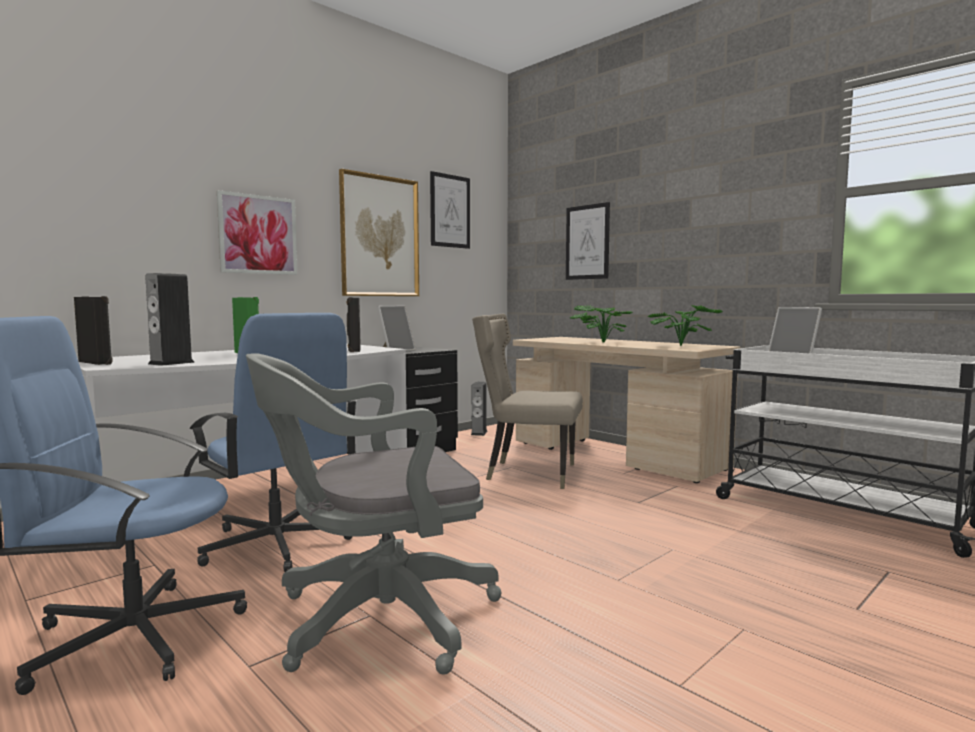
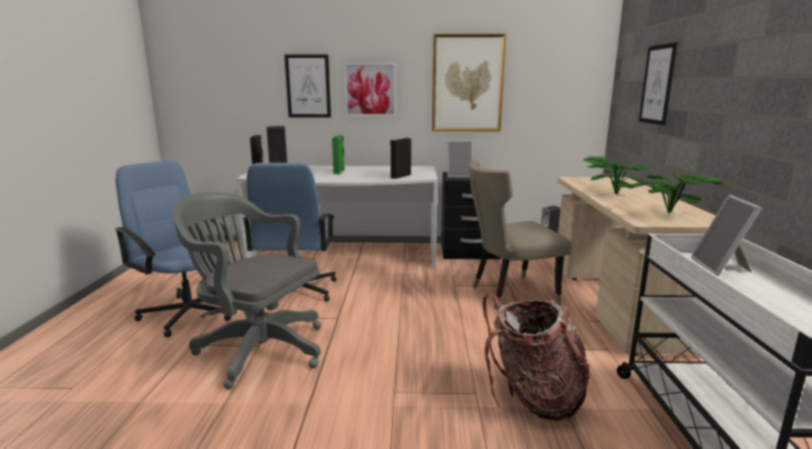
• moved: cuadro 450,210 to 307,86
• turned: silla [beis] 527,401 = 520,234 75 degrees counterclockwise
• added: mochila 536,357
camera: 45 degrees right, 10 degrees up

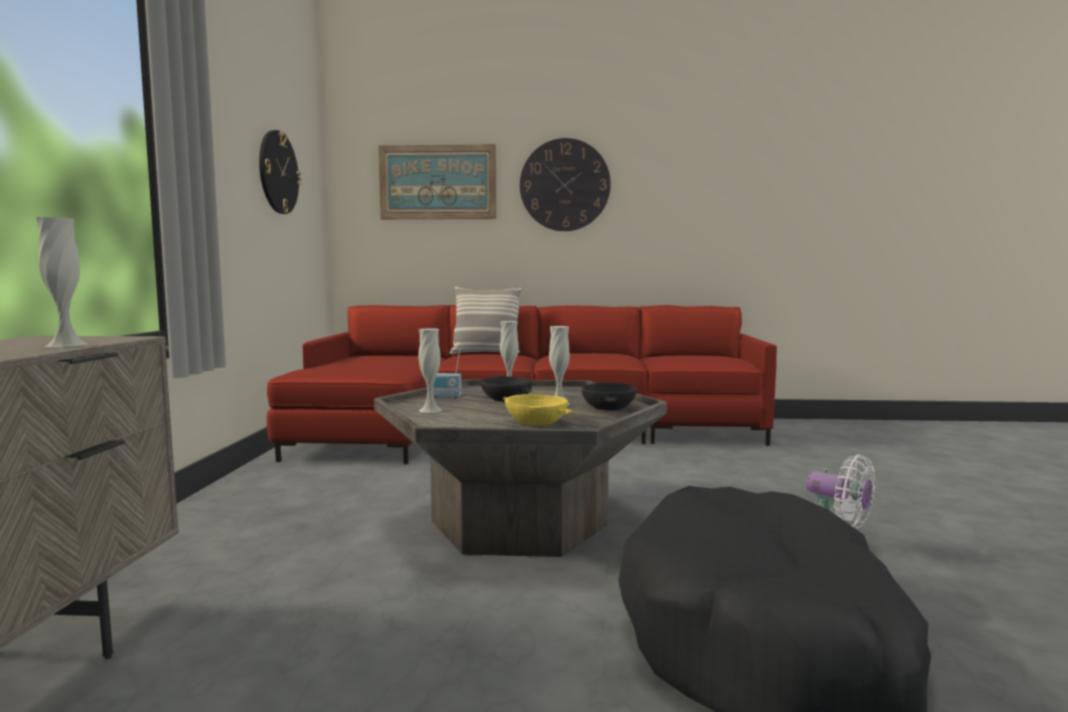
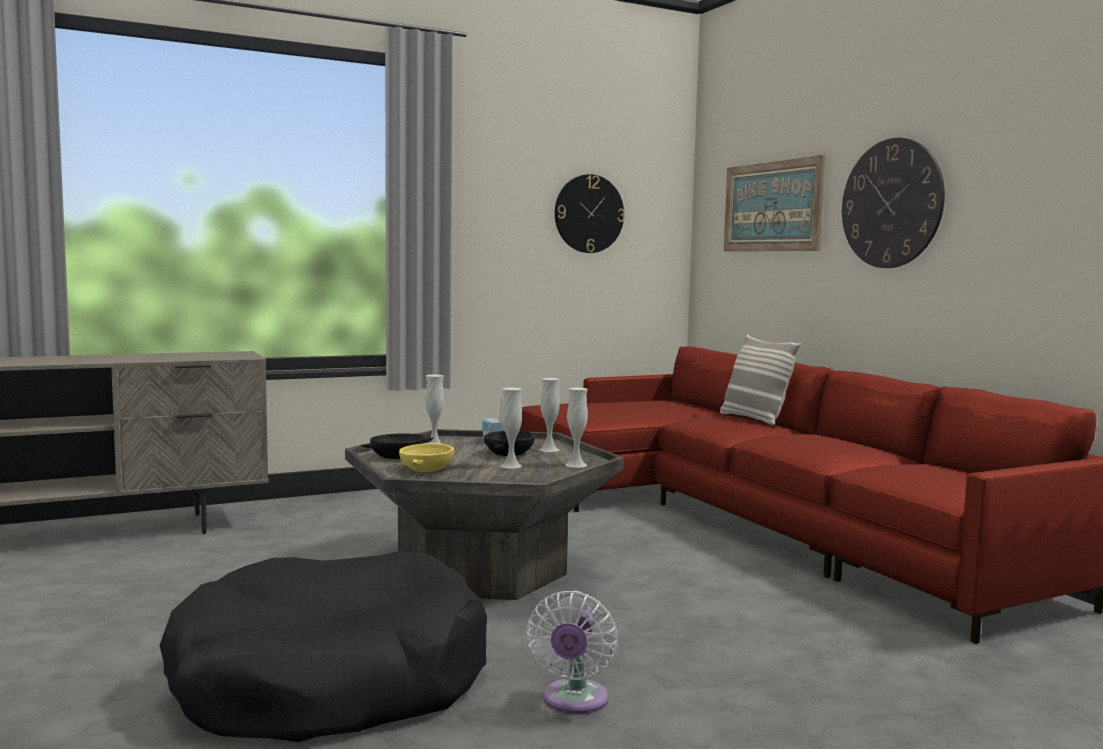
• moved: florero [blanco] 62,282 to 577,427
• moved: cuenco [negro] 609,396 to 397,446
camera: 60 degrees right, 0 degrees up

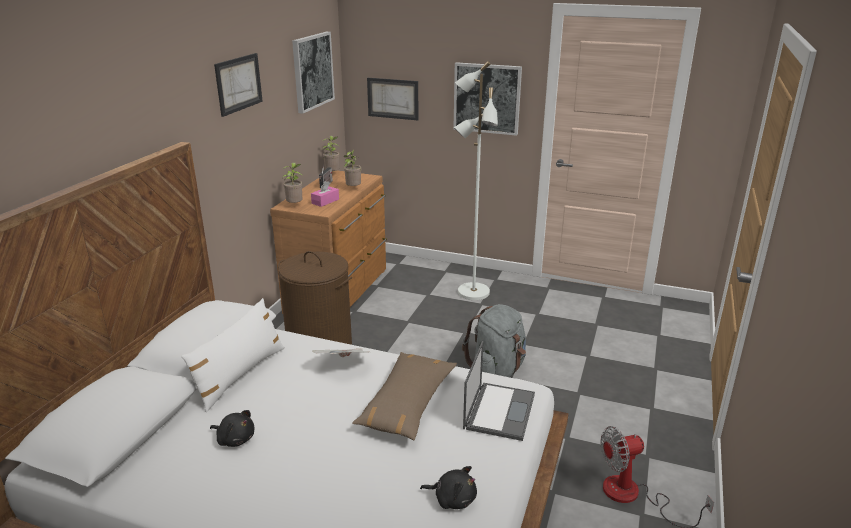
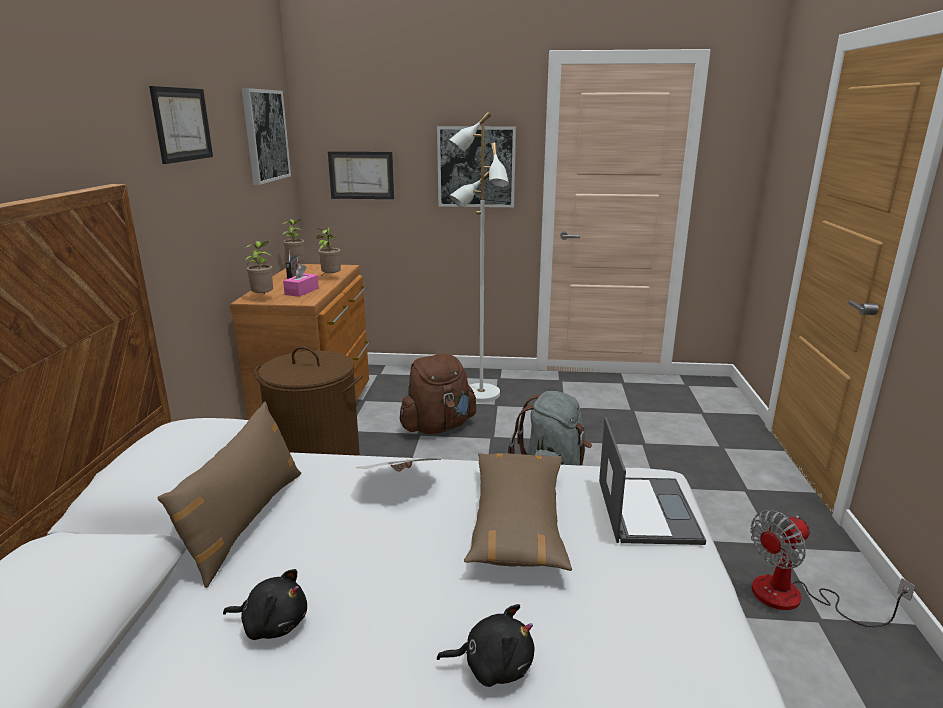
• recoloured: cojín [blanco] 233,355 to cojín [marrón] 229,495
• moved: peluche [negro] 448,487 to 485,645
• added: mochila [marrón] 438,394
camera: 15 degrees left, 5 degrees down

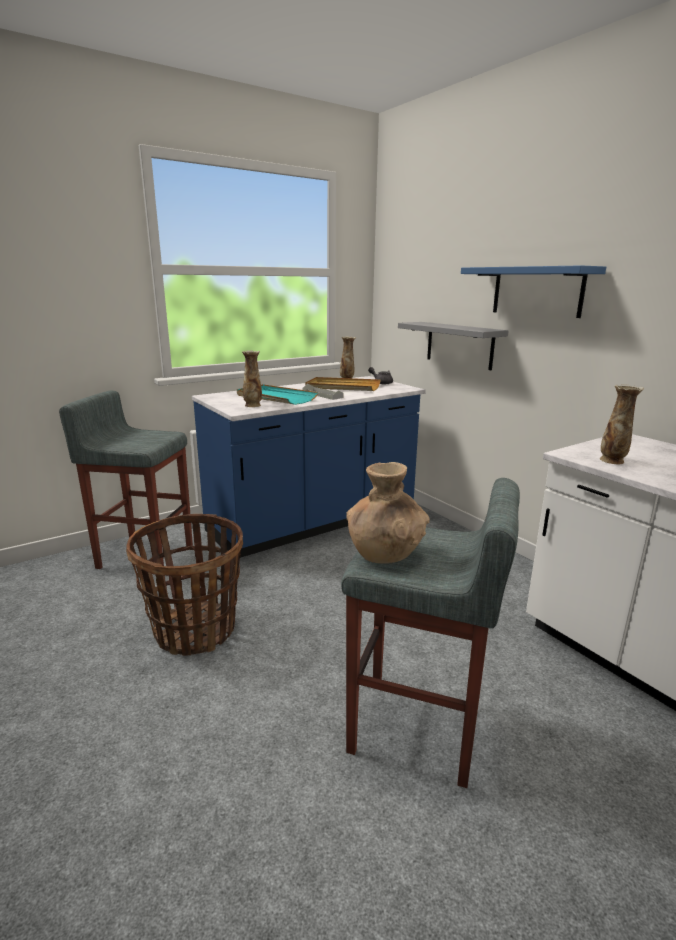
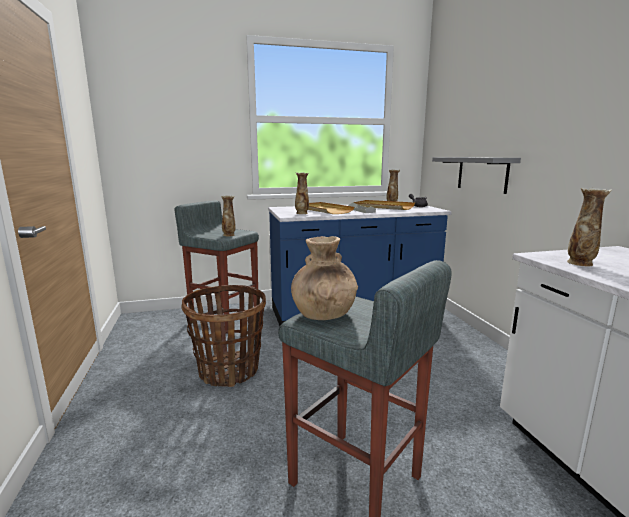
• removed: estante [azul] 533,291
• recoloured: bandeja [turquesa] 277,394 to bandeja [beis] 331,208
• added: florero 228,215
camera: 20 degrees right, 5 degrees down

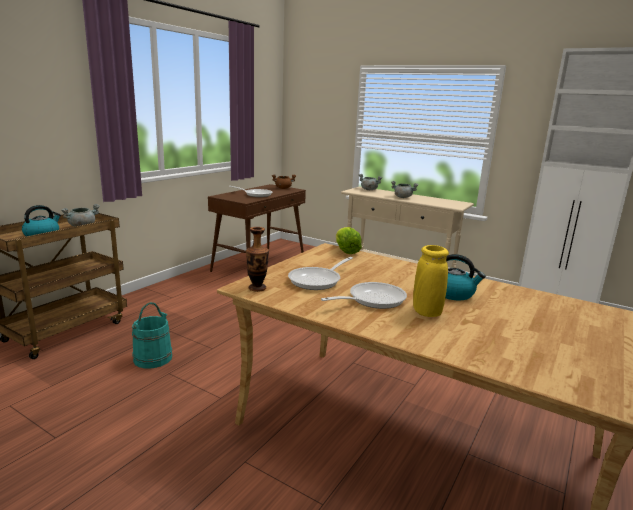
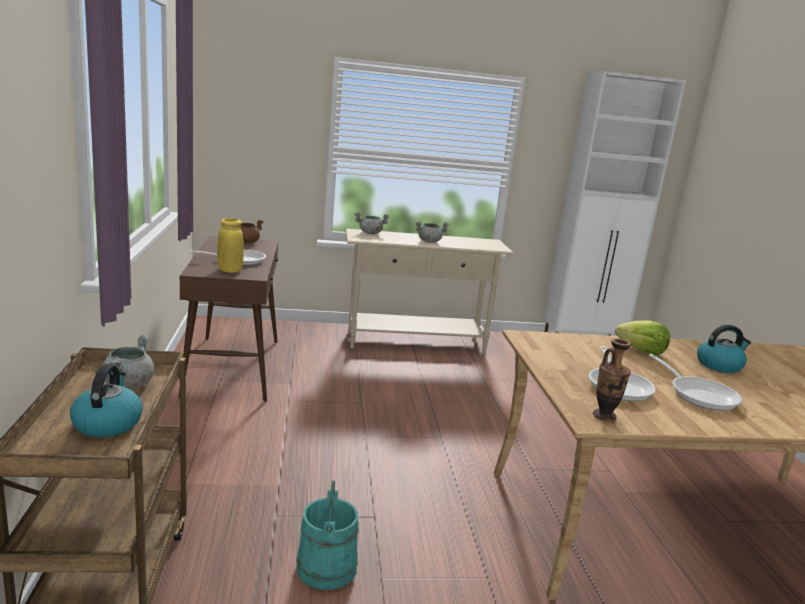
• moved: lechuga 349,240 to 642,338
• moved: florero [amarillo] 431,281 to 230,245
• turned: sartén 364,295 = 695,382 135 degrees clockwise
camera: 40 degrees left, 0 degrees up

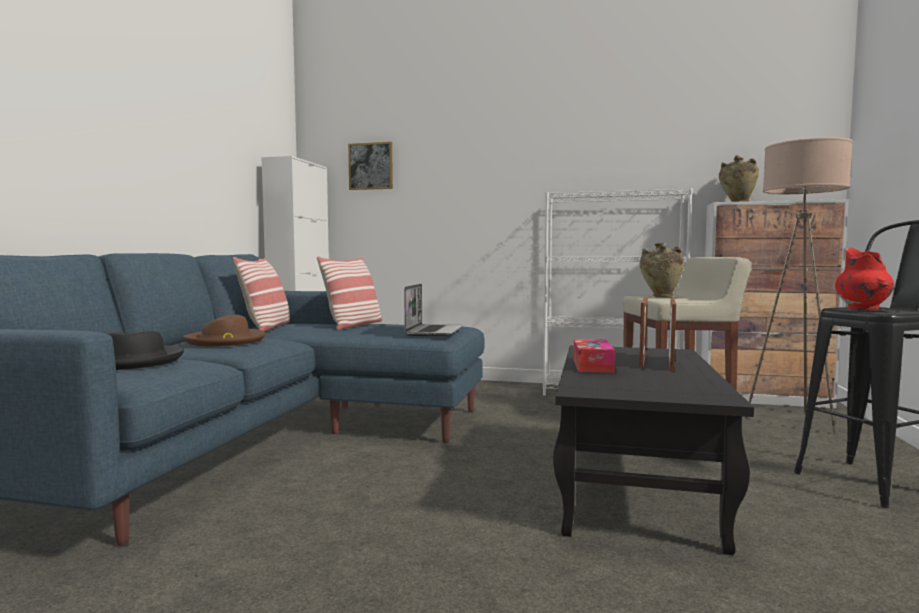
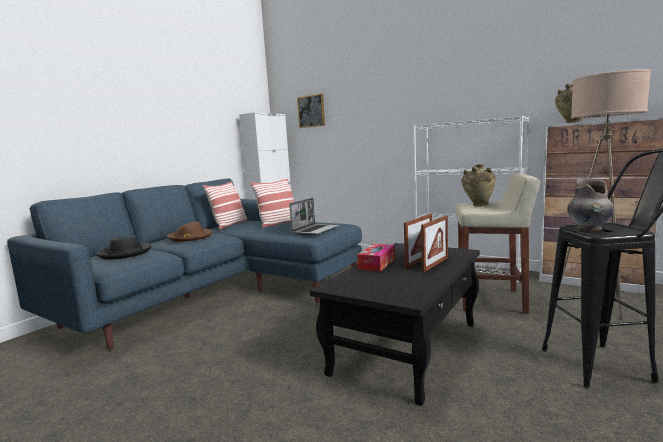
• recoloured: florero [rojo] 864,279 to florero [gris] 590,204
camera: 20 degrees right, 5 degrees up

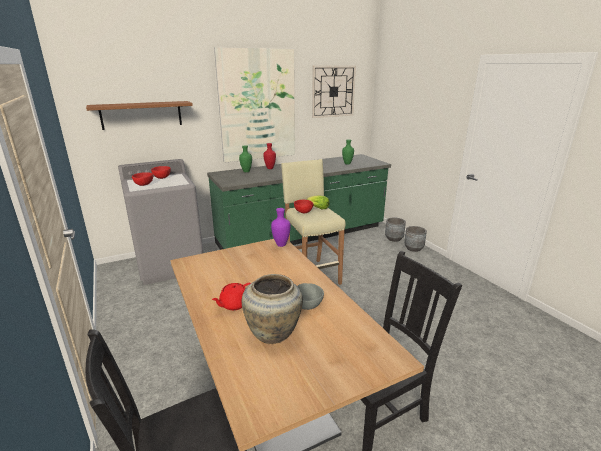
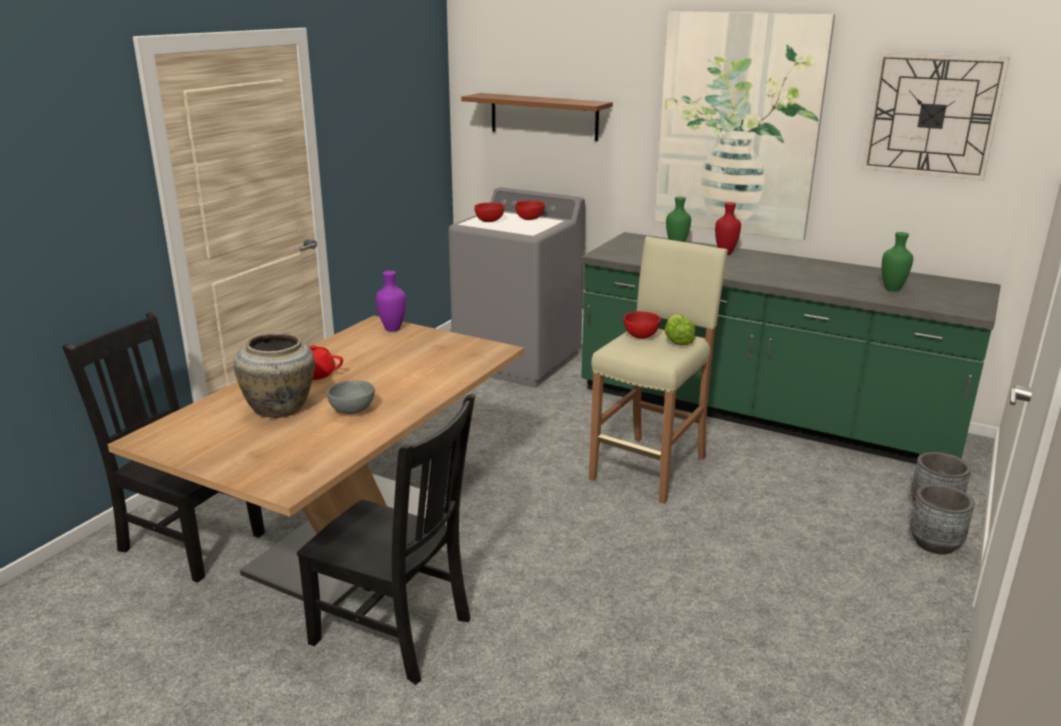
• moved: florero [morado] 281,227 to 391,301
camera: 55 degrees right, 0 degrees up

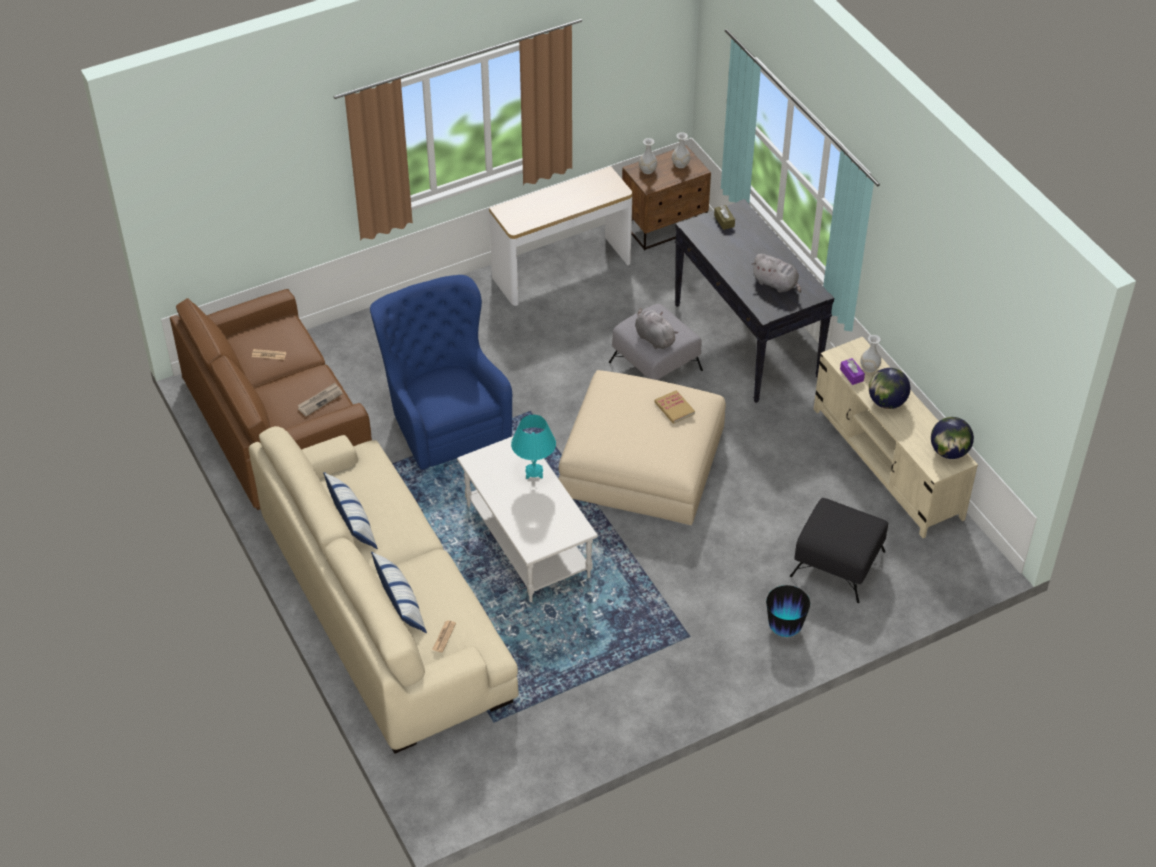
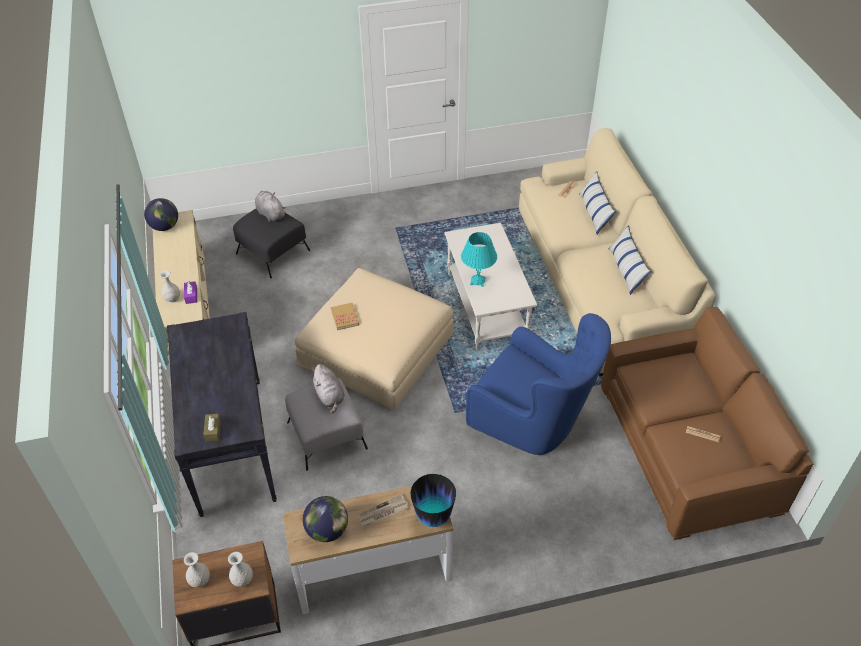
• moved: peluche [gris] 776,273 to 270,206
• turned: sillón [azul] 441,372 = 538,384 45 degrees counterclockwise
• moved: globo terráqueo 889,388 to 325,519
• moved: periódico 320,400 to 383,510
• moved: florero 788,611 to 433,500
camera: 165 degrees left, 0 degrees up

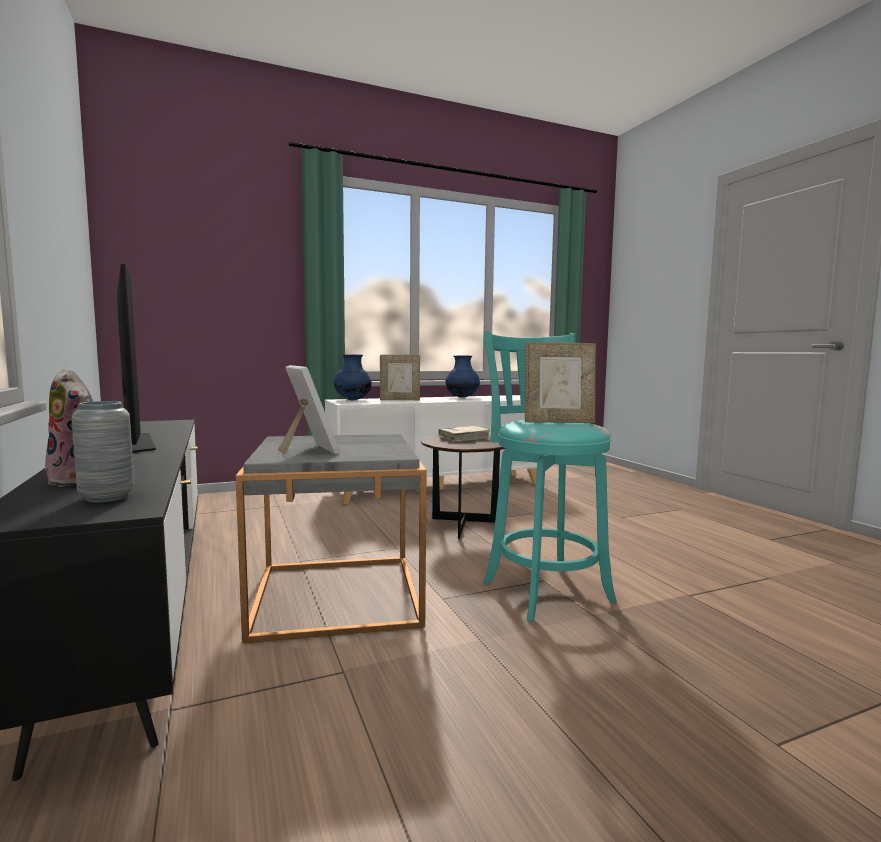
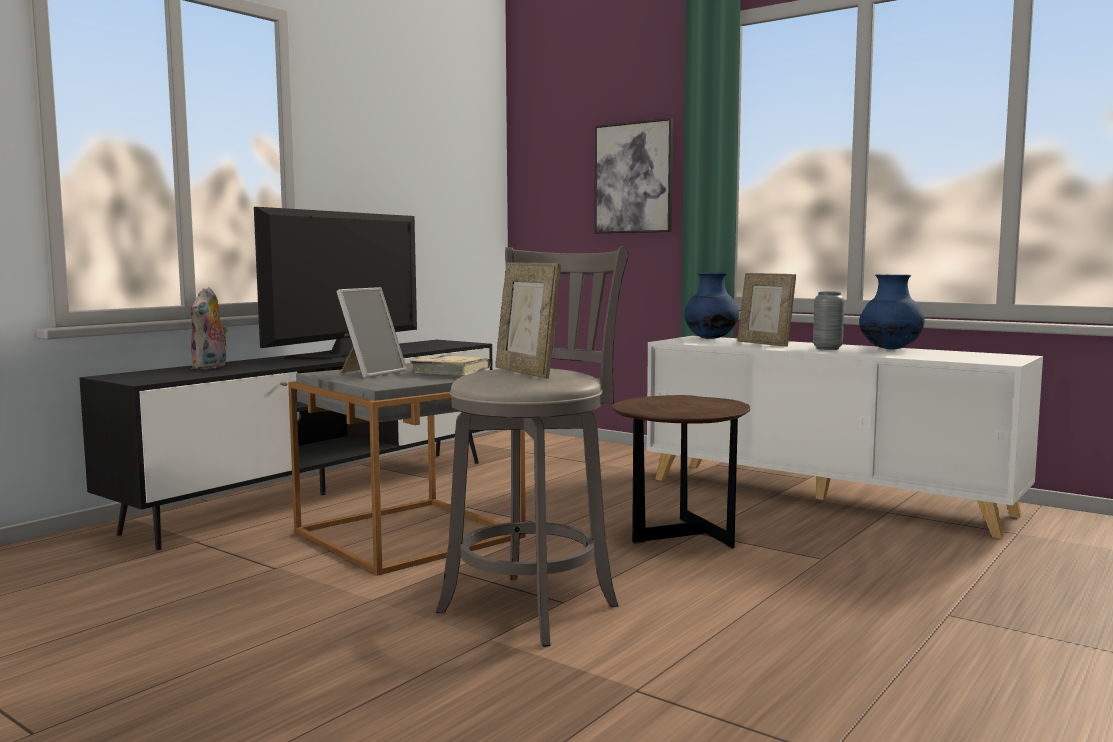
• recoloured: taburete [turquesa] 550,476 to taburete [gris] 532,446
• moved: florero [gris] 103,452 to 829,320
• moved: libro [beis] 464,434 to 450,365
• added: cuadro 634,176
camera: 60 degrees right, 0 degrees up

